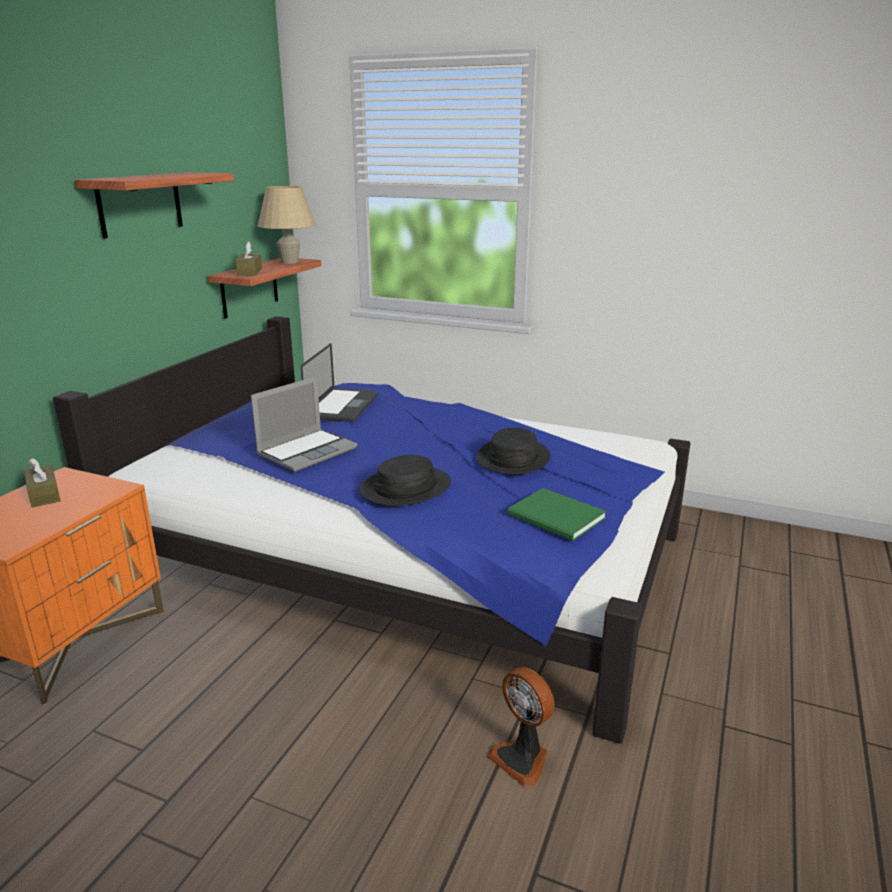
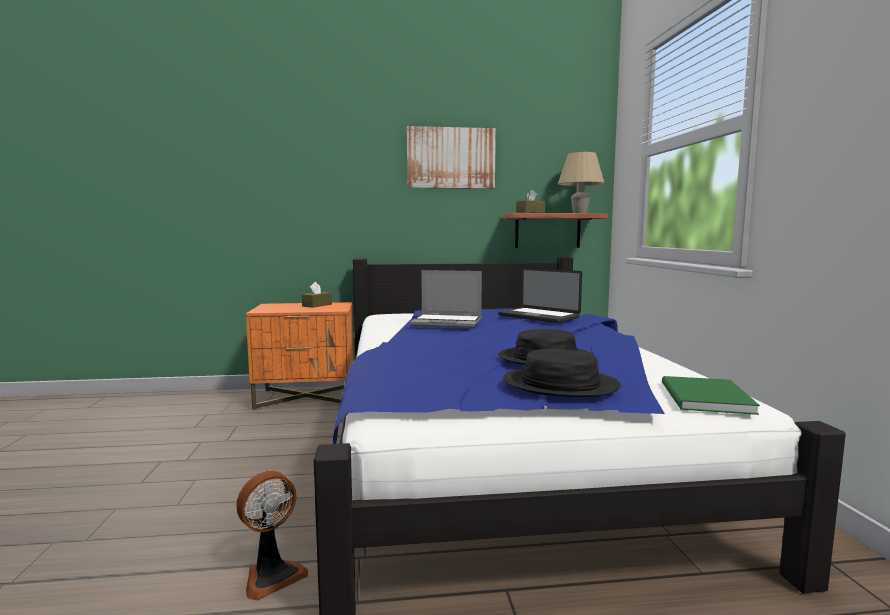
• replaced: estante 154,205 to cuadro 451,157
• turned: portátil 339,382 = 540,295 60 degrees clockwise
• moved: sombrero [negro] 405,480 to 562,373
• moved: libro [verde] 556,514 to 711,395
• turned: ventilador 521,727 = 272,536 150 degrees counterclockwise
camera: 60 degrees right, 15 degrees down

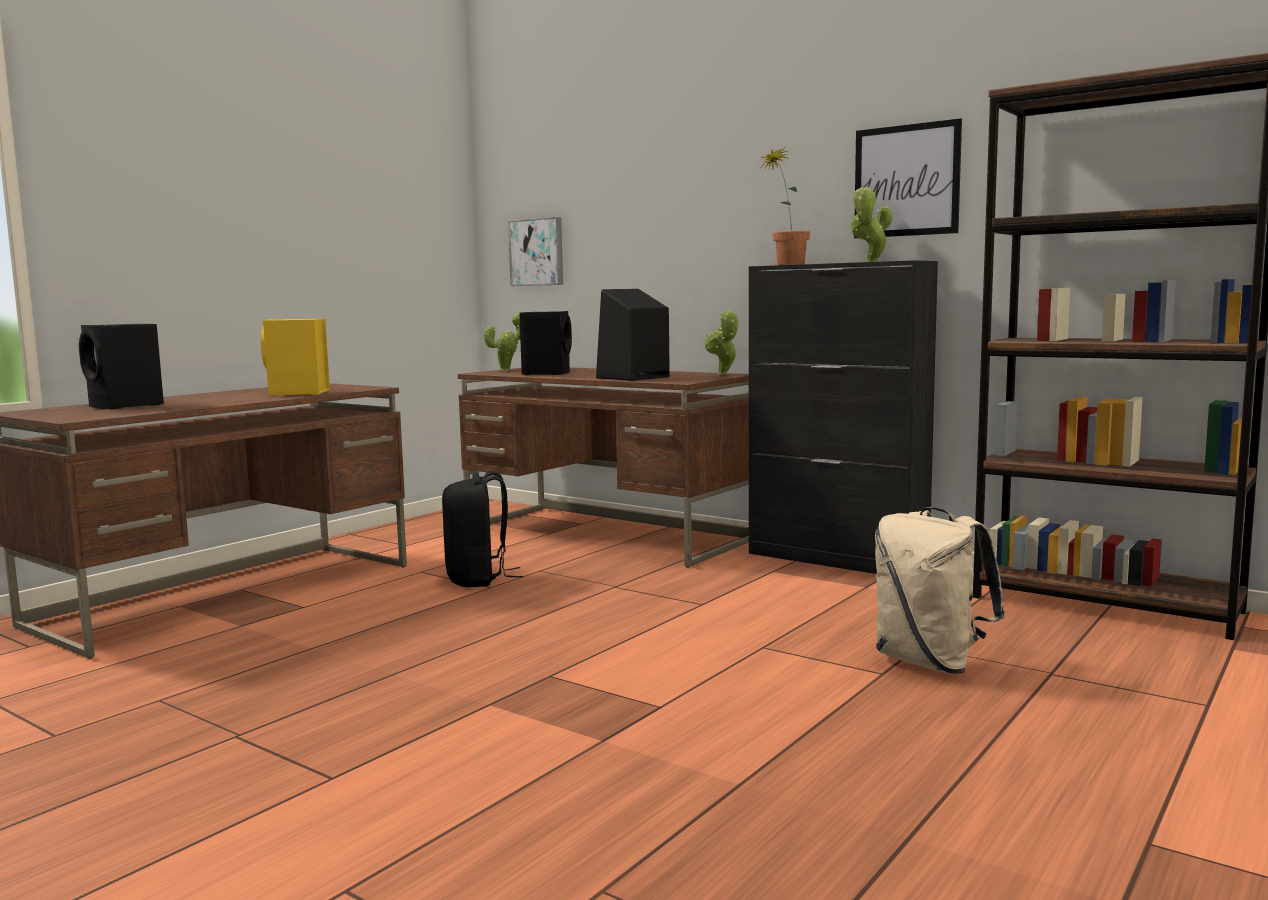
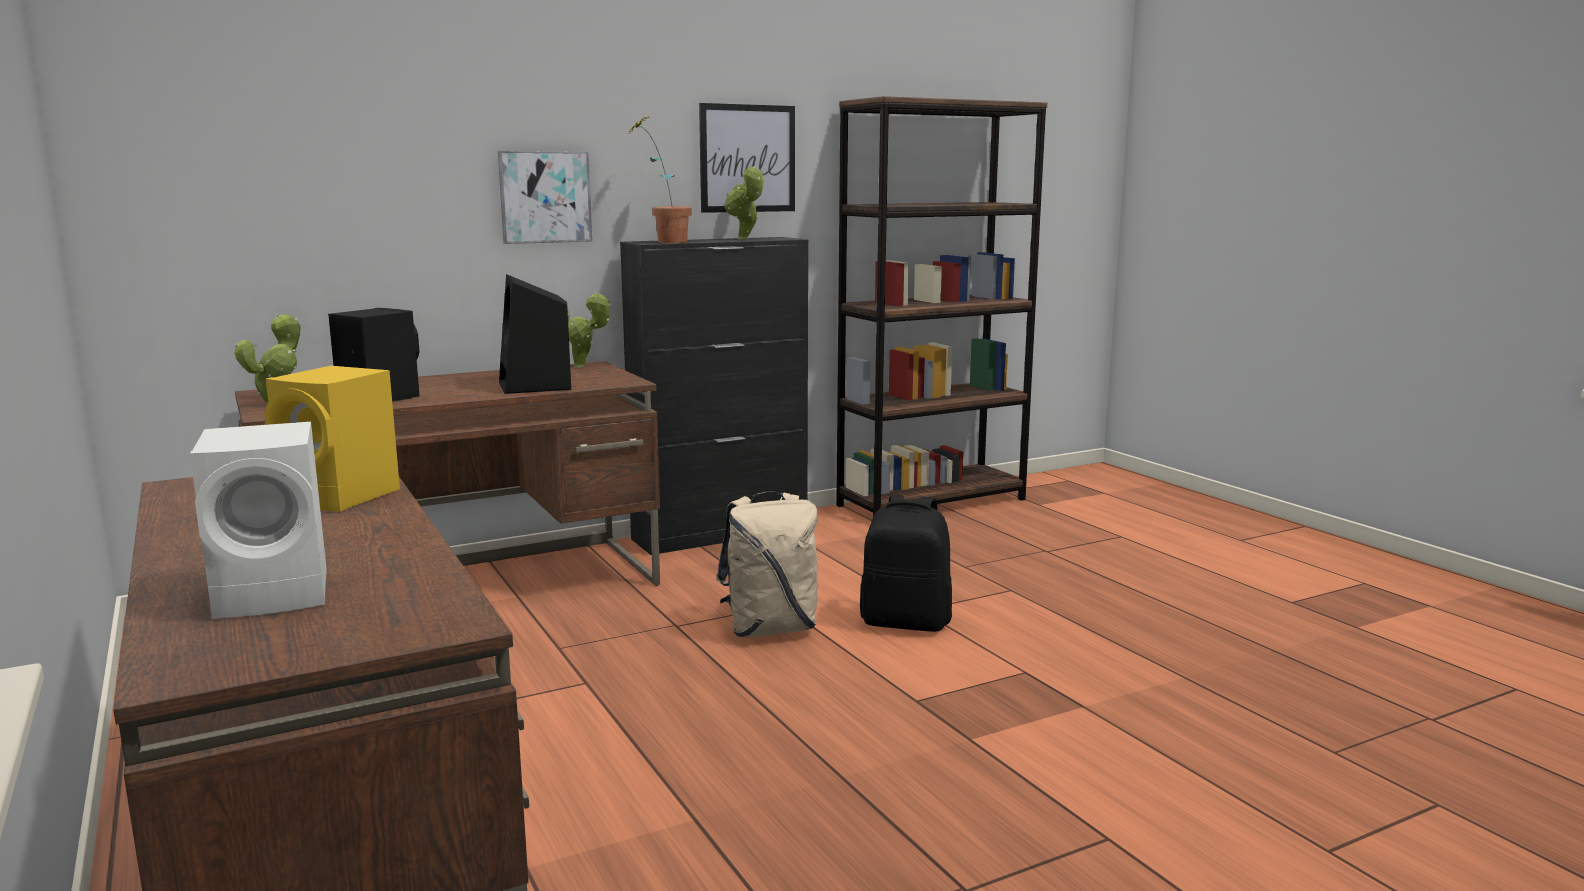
• moved: cuadro 535,251 to 545,197
• recoloured: altavoz [negro] 121,366 to altavoz [blanco] 258,520
• moved: mochila [negro] 482,529 to 906,563
• moved: mochila [beis] 940,590 to 767,564
camera: 65 degrees left, 5 degrees up

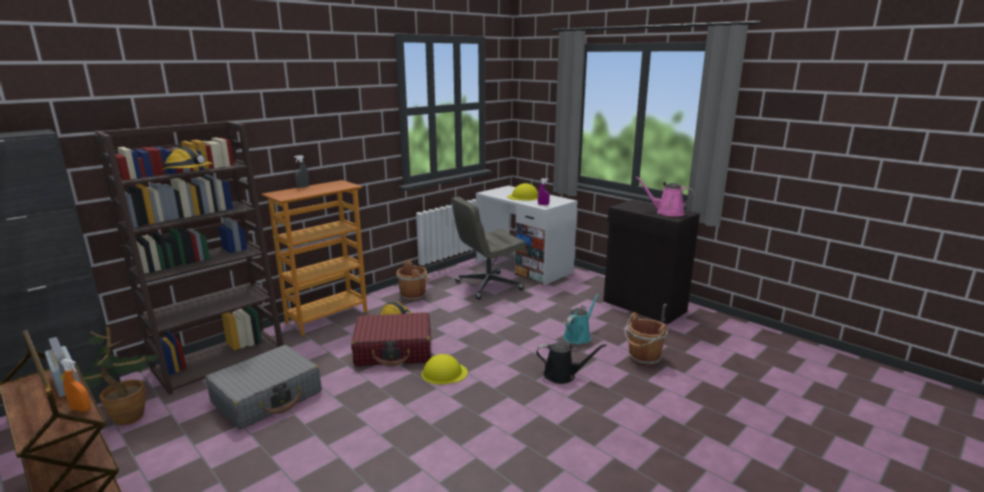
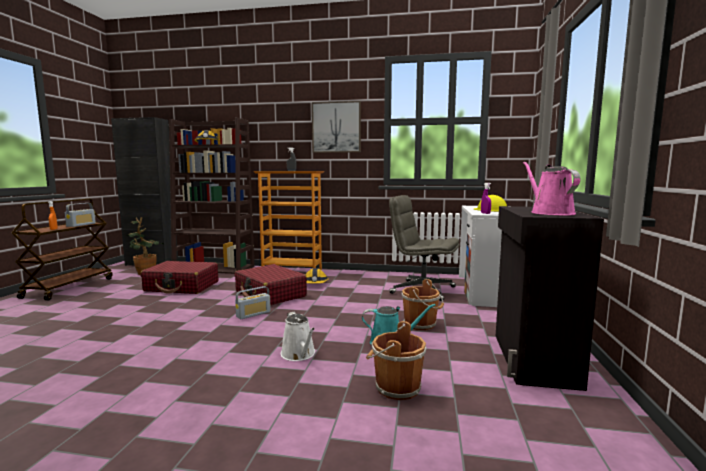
• moved: cubo [marrón] 413,280 to 423,304
• recoloured: regadera [negro] 571,363 to regadera [blanco] 298,336
• recoloured: maleta [gris] 263,387 to maleta [rojo] 179,277
• replaced: casco [amarillo] 445,369 to radio 253,302
• added: cuadro 336,127
camera: 55 degrees right, 10 degrees down

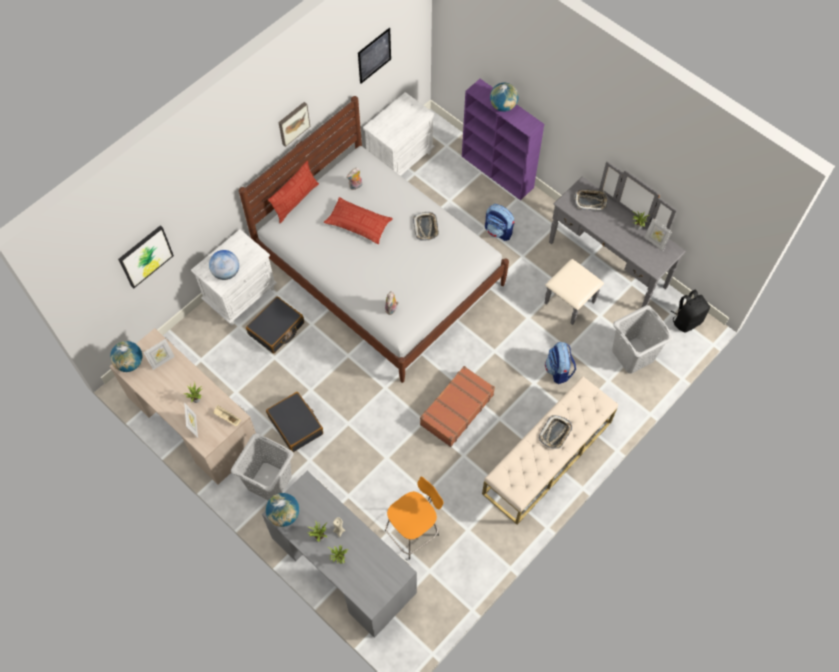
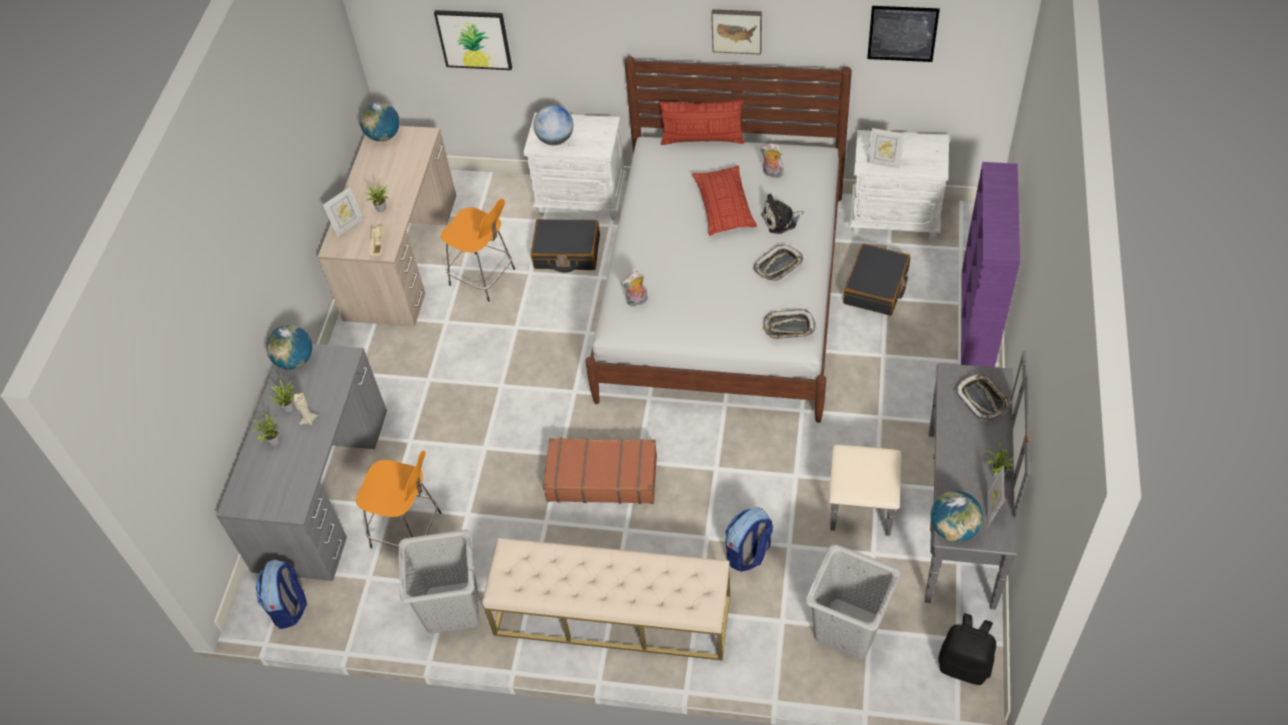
• moved: globo terráqueo 504,97 to 957,516
• moved: mochila 499,222 to 281,594
• moved: portarretratos 159,354 to 886,148
• moved: maleta [negro] 294,422 to 876,280
• moved: bandeja 555,432 to 790,324
• moved: cesto de la ropa [gris] 262,467 to 439,581
• added: peluche 782,213
• added: taburete [naranja] 478,250
camera: 60 degrees right, 10 degrees down

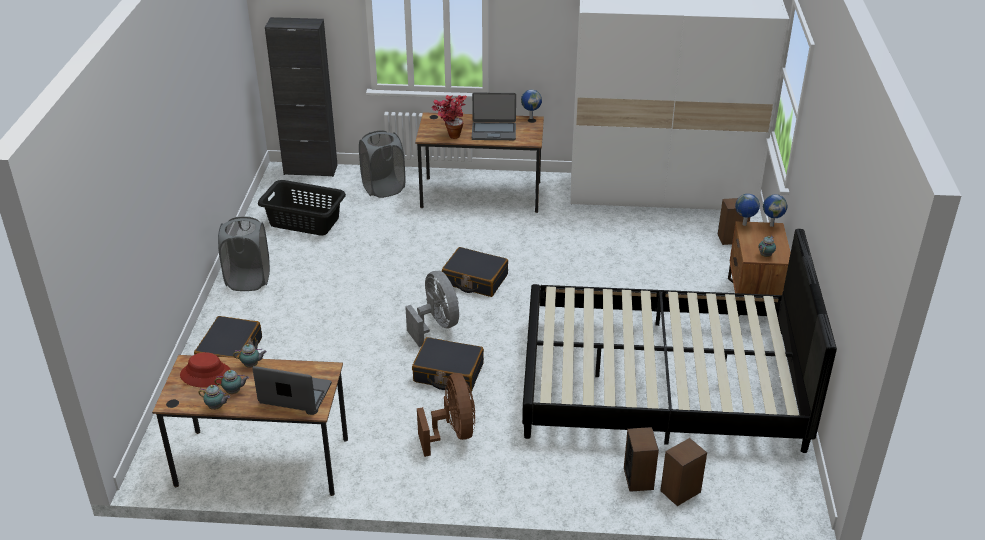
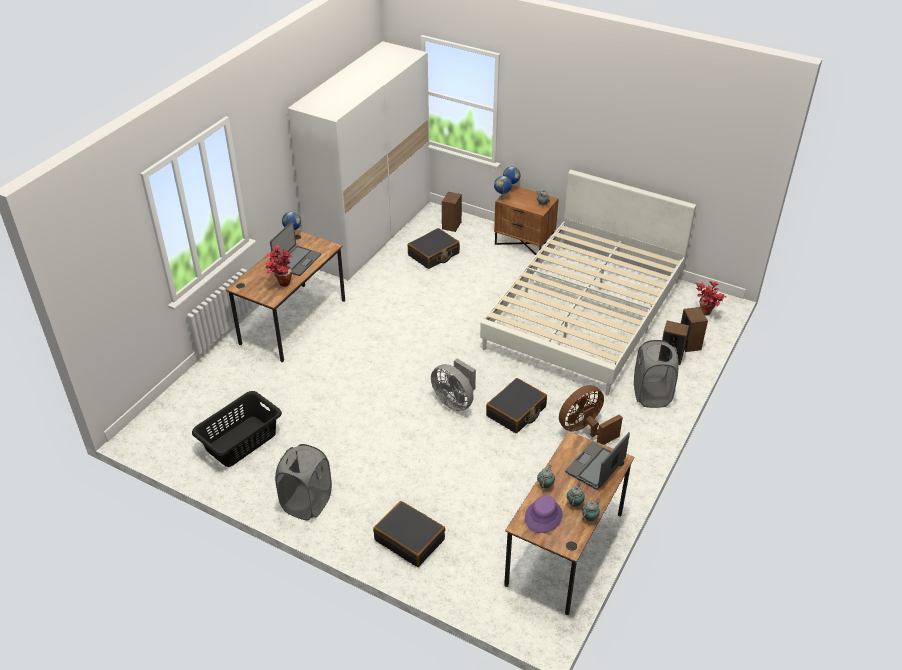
• removed: armario [negro] 301,97
• moved: cesto de la ropa [gris] 382,164 to 656,374
• recoloured: cama [negro] 679,341 to cama [blanco] 588,282
• moved: maleta [negro] 475,272 to 433,248
• turned: ventilador [gris] 432,309 = 453,384 135 degrees counterclockwise
• recoloured: sombrero [rojo] 205,369 to sombrero [morado] 544,514
• turned: ventilador [marrón] 446,415 = 591,415 45 degrees counterclockwise
• added: planta en maceta 711,298
camera: 65 degrees left, 5 degrees up

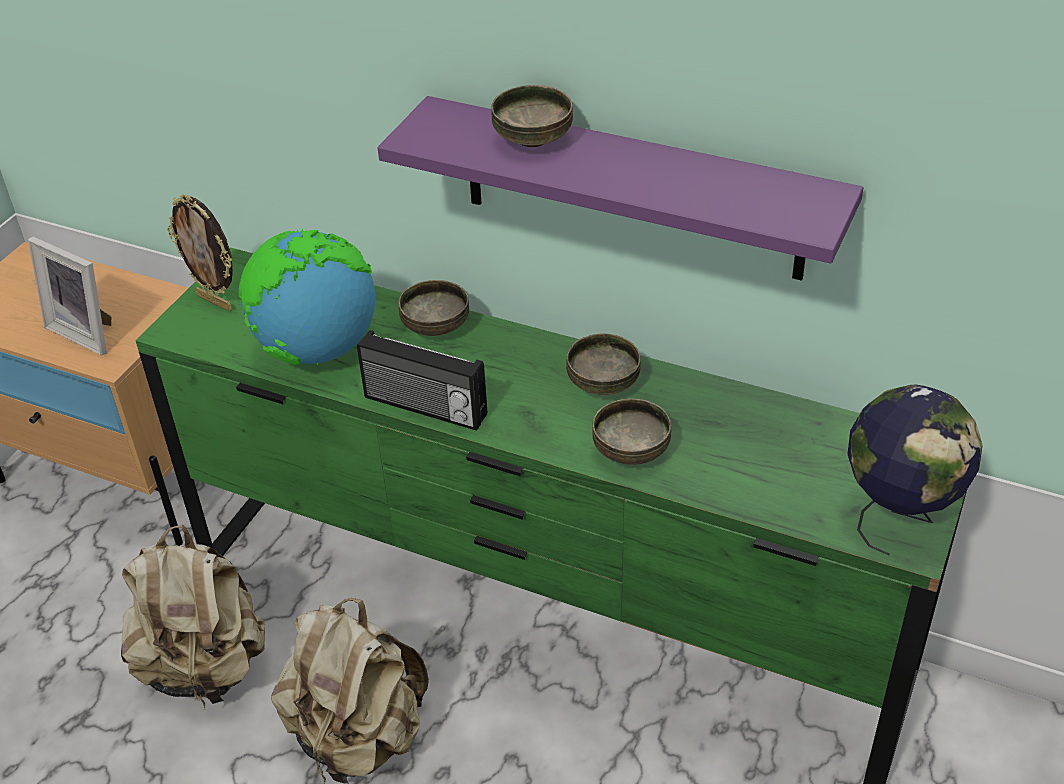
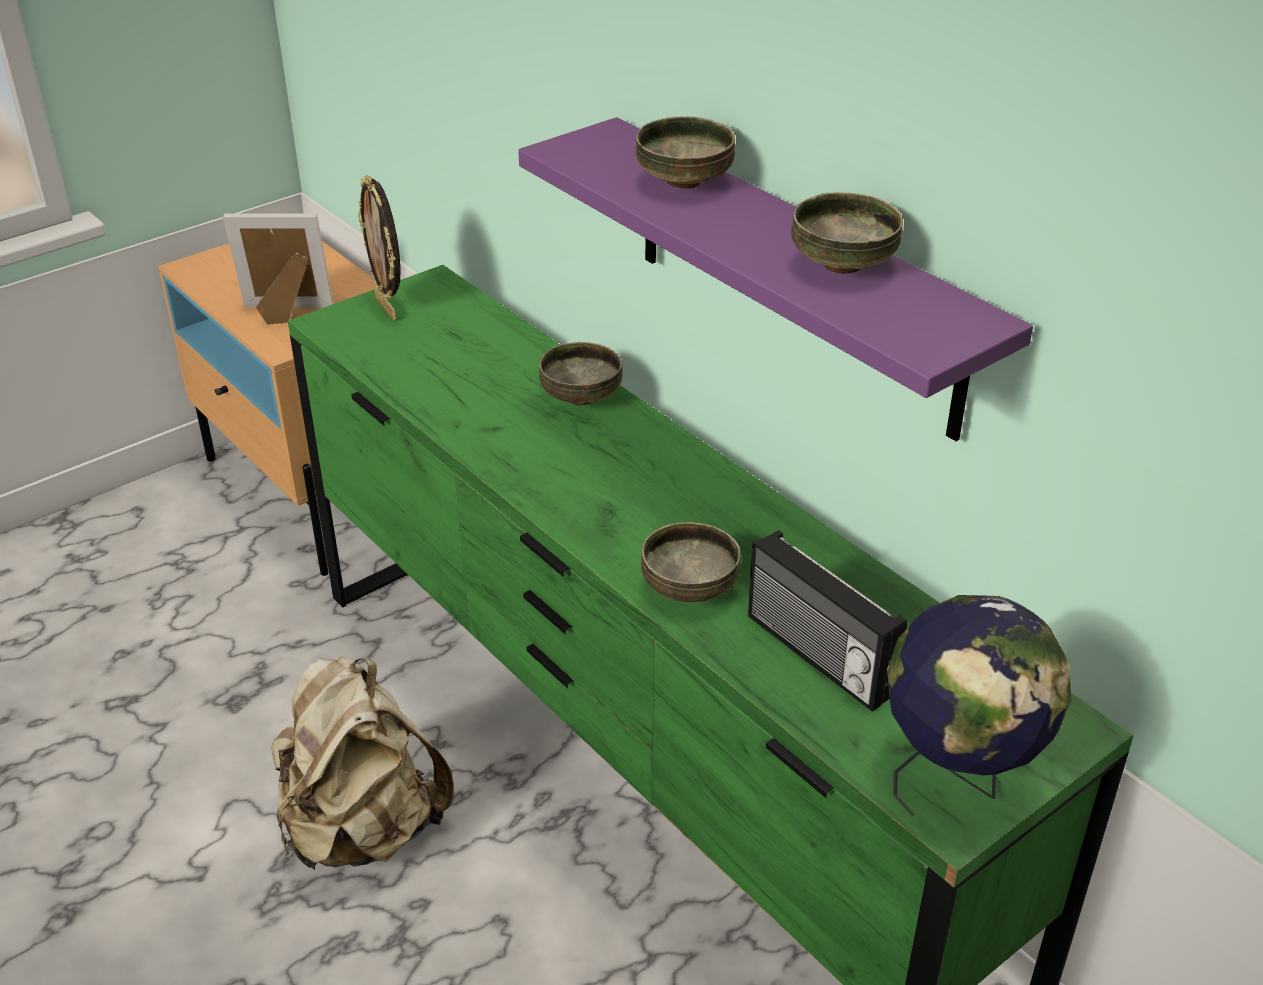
• removed: globo terráqueo 306,297
• turned: portarretratos 69,296 = 278,269 120 degrees clockwise
• moved: radio 422,380 to 827,621
• moved: cuenco 603,364 to 847,233
• removed: mochila [beis] 193,617
camera: 25 degrees right, 5 degrees down

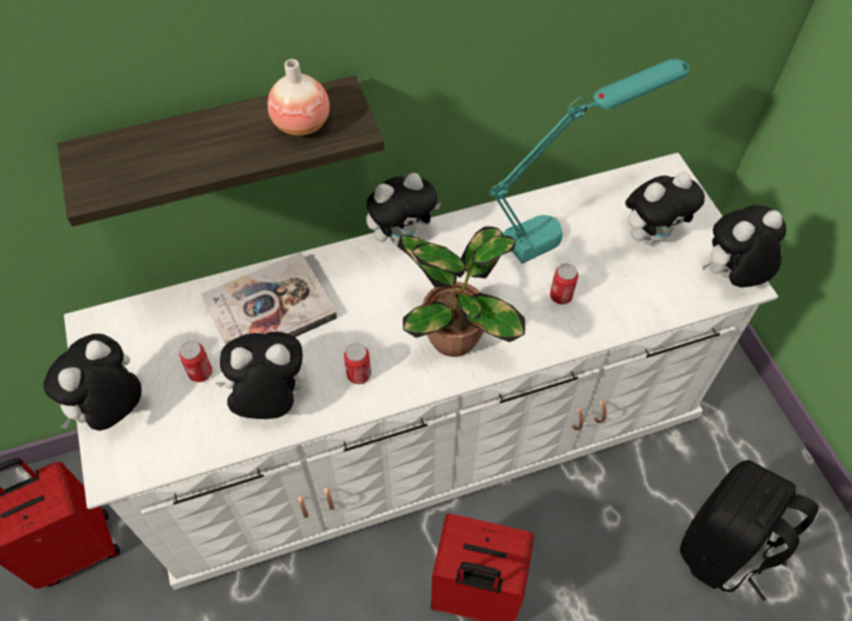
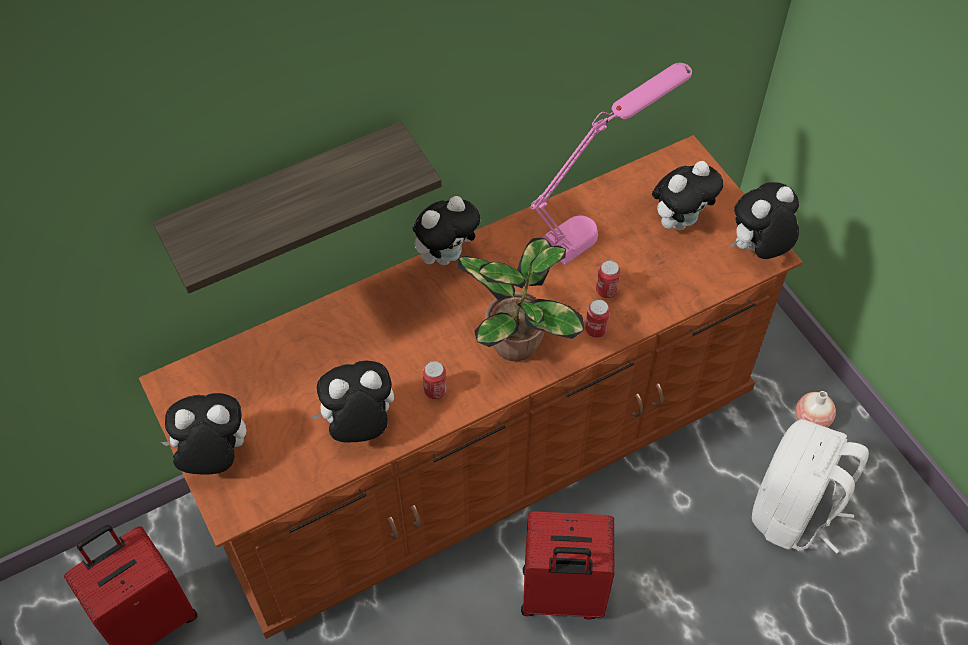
• moved: florero 298,97 to 815,409
• recoloured: lámpara de mesa [turquesa] 589,161 to lámpara de mesa [rosa] 611,164
• recoloured: cómoda [blanco] 421,371 to cómoda [marrón] 471,387
• removed: libro 269,298
• turned: peluche 92,382 = 203,433 60 degrees clockwise
• moved: lata 195,361 to 597,318
• recoloured: mochila [negro] 749,530 to mochila [blanco] 810,486
camera: 10 degrees left, 0 degrees up

